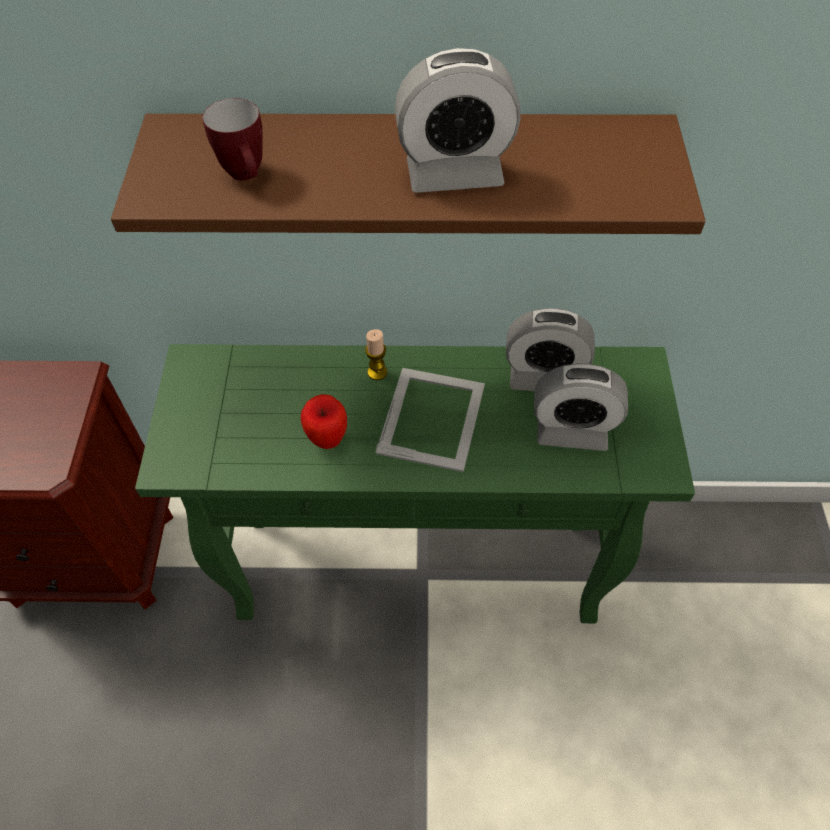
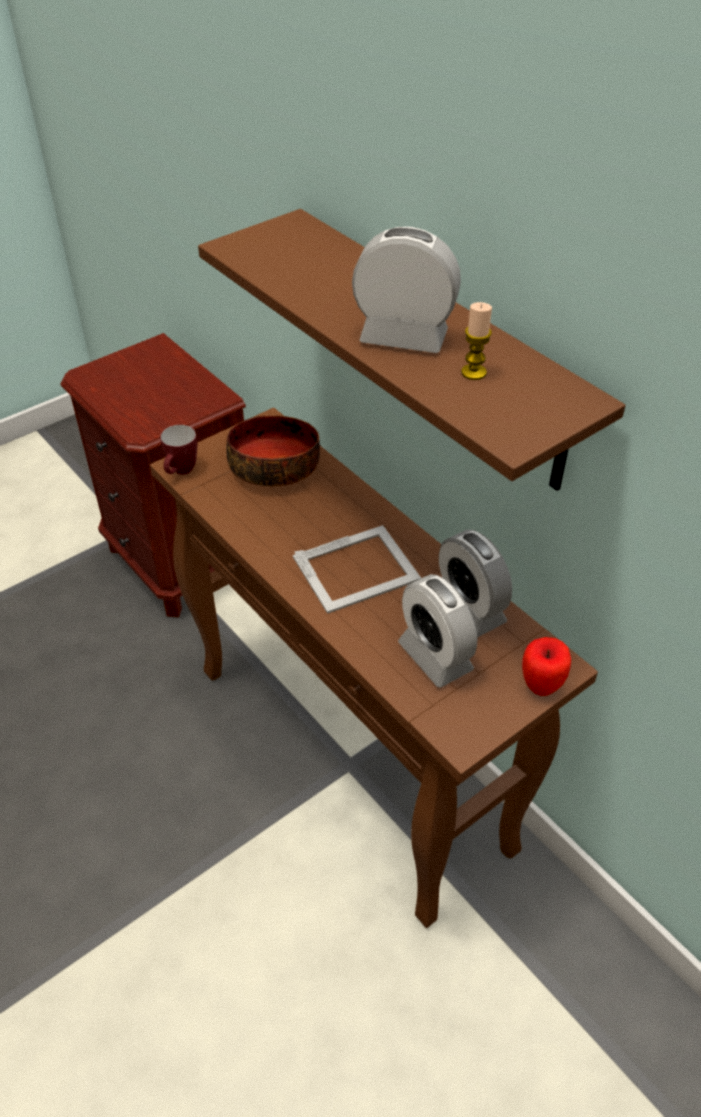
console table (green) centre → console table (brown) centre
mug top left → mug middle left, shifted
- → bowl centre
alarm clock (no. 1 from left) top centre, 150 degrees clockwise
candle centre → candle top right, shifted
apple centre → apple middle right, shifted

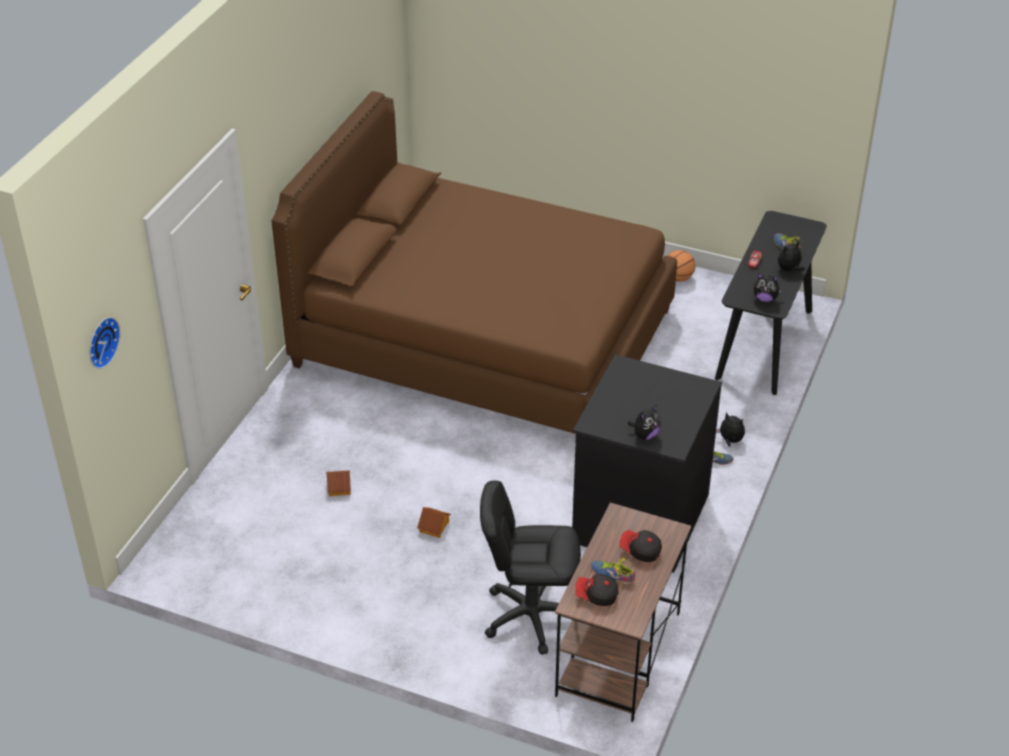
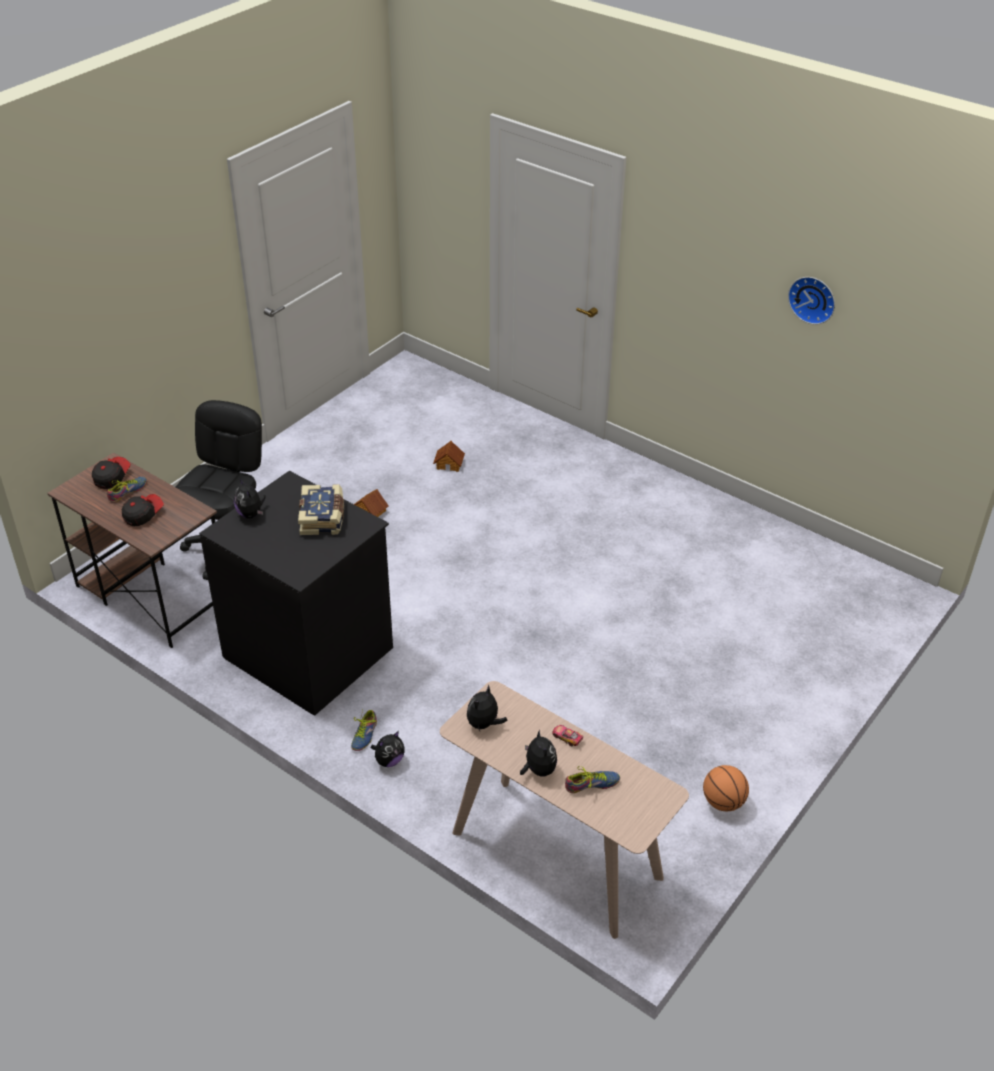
- → book middle left
console table (black) middle right → console table (beige) bottom centre
wall clock middle left → wall clock top right, shifted
bed (brown) centre → -

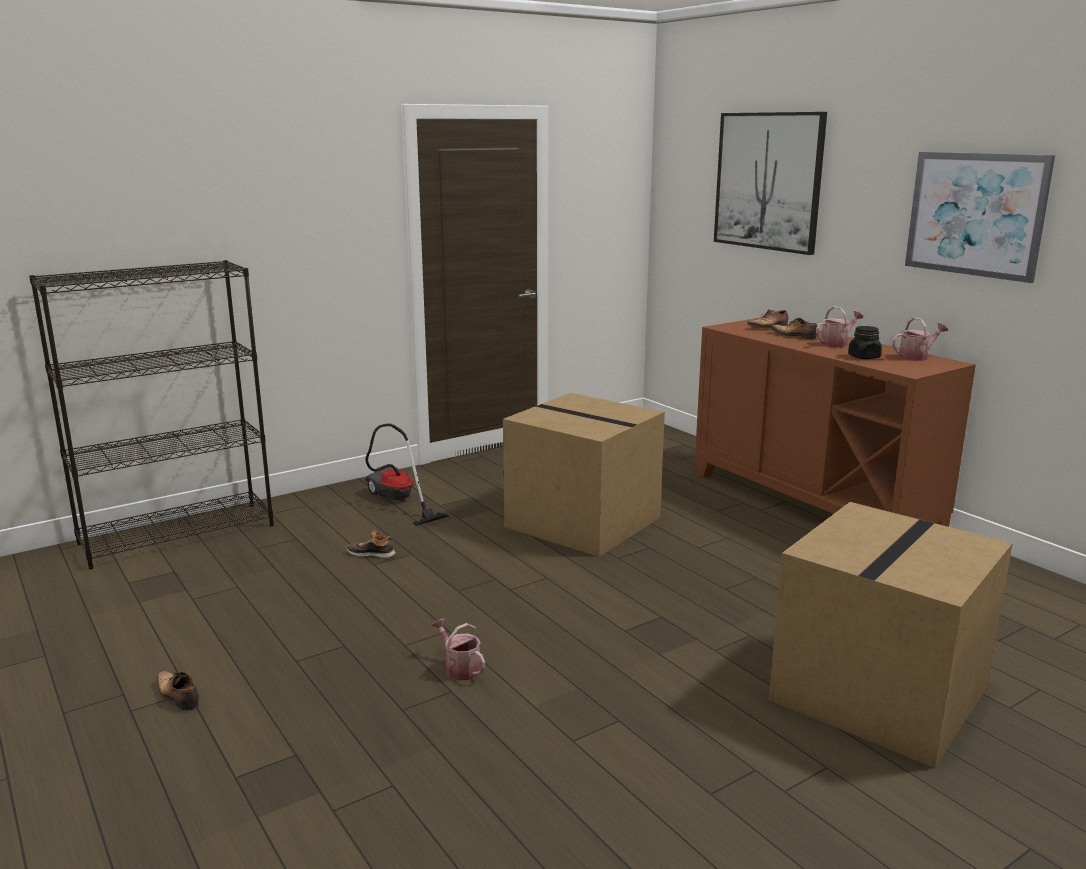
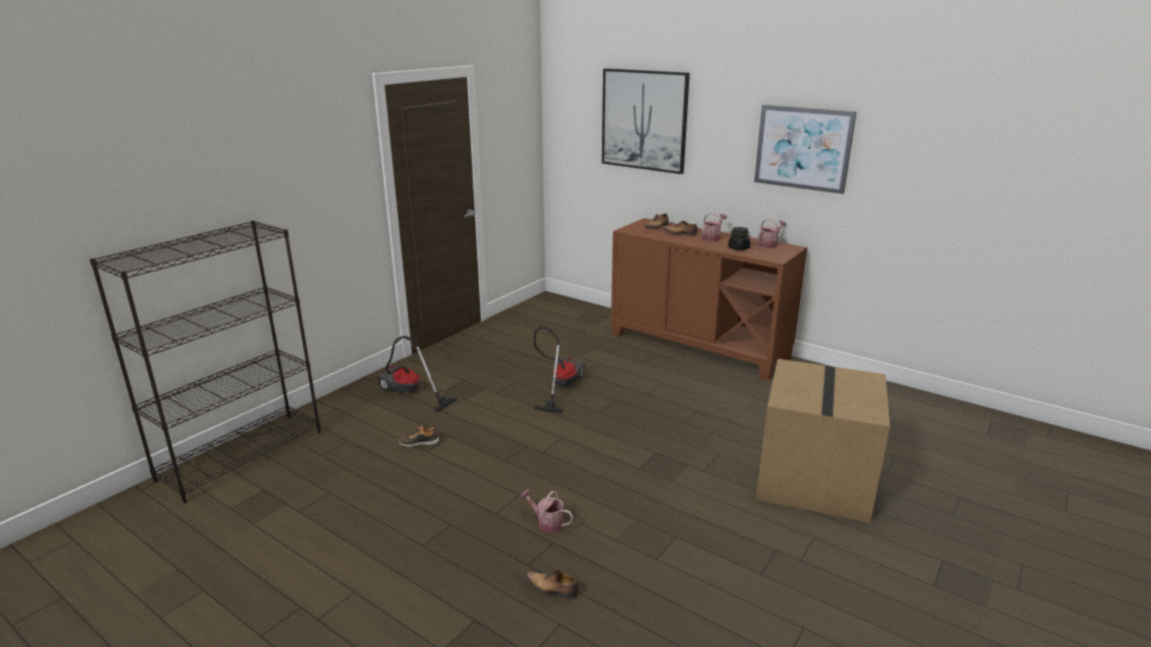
shoe (no. 1 from left in the first image) bottom left → shoe (no. 2 from left) bottom centre, shifted
cardboard box (no. 1 from left) centre → vacuum cleaner (no. 2 from left) centre

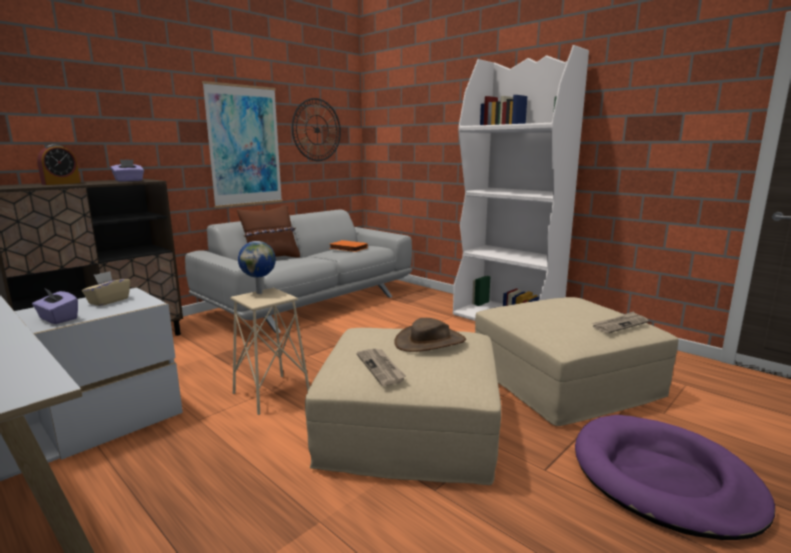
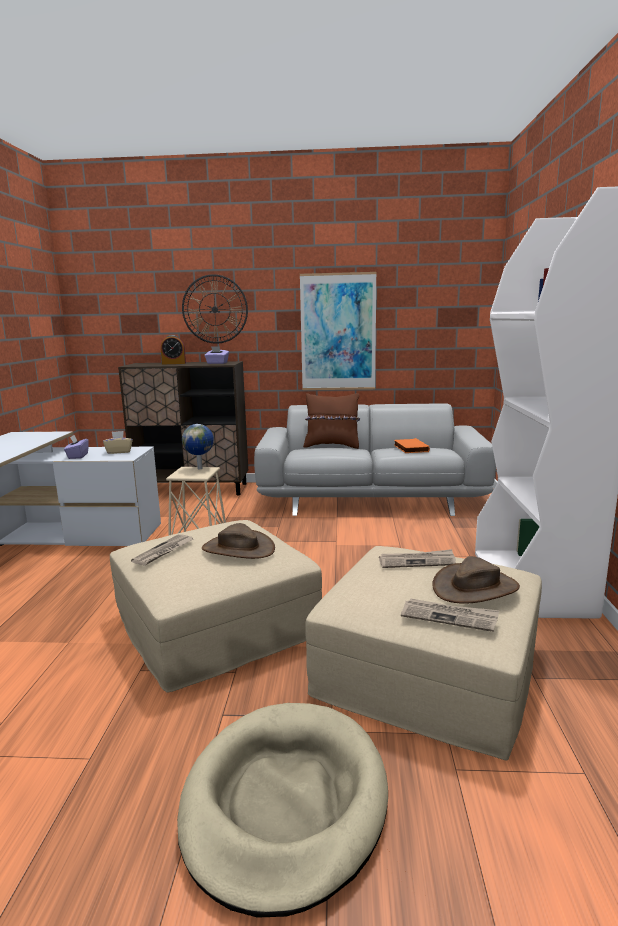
dog bed (purple) bottom right → dog bed (beige) bottom centre
wall clock top centre → wall clock centre, shifted
- → newspaper (no. 2 from left) middle right
- → hat (brown) (no. 2 from left) middle right

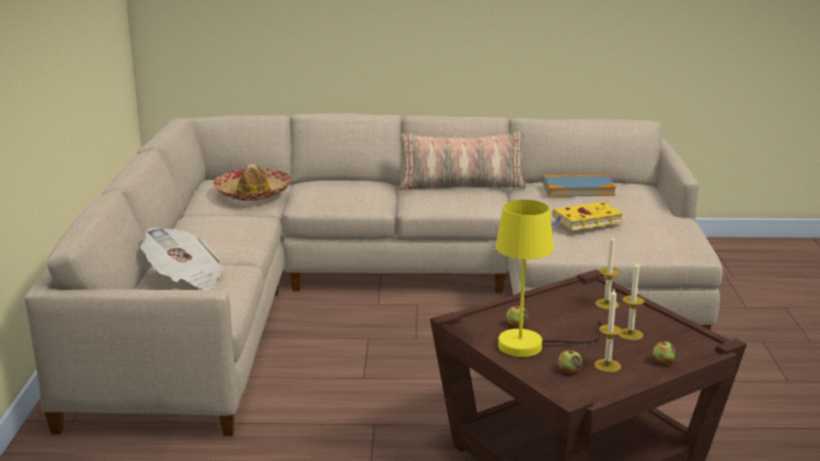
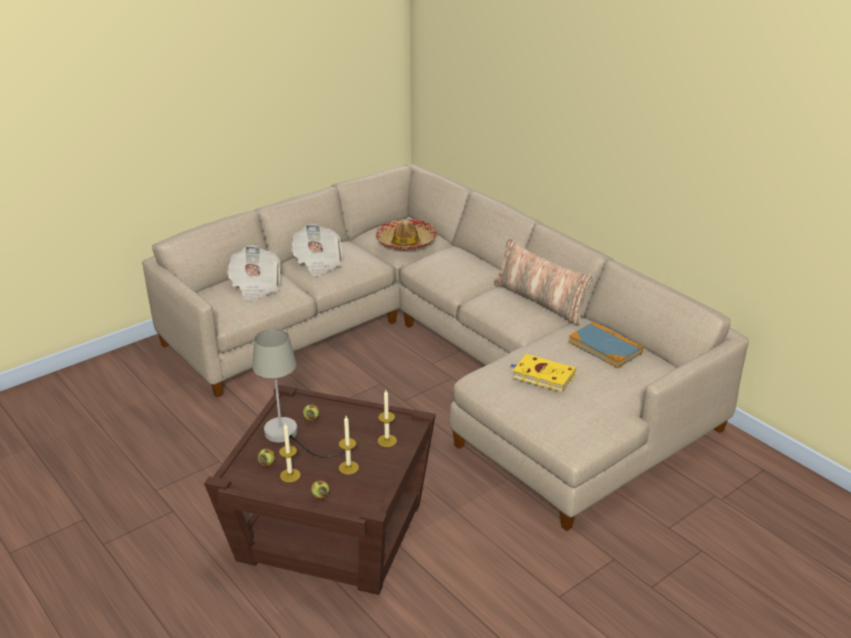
table lamp (yellow) middle right → table lamp (grey) centre
- → newspaper (no. 2 from left) centre

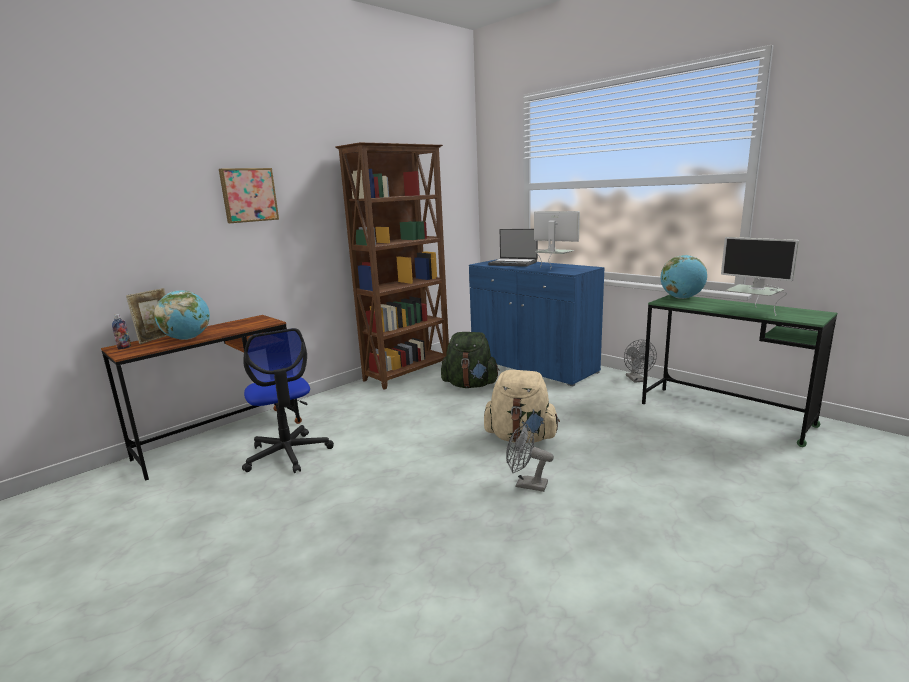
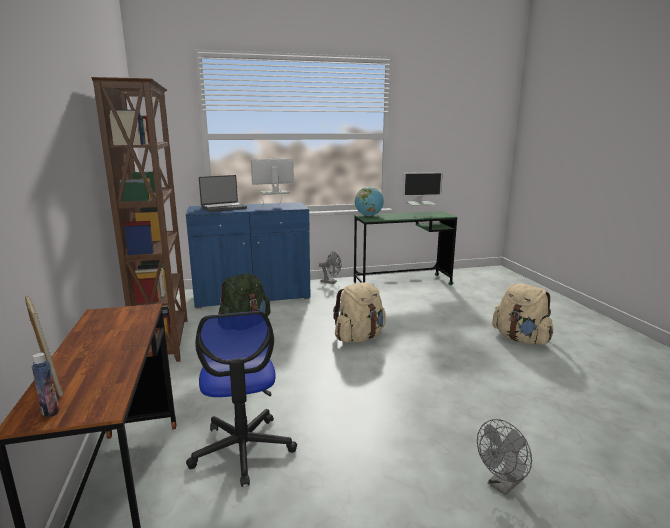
office chair middle left → office chair bottom centre, 75 degrees clockwise
fan (grey) (no. 1 from left in the first image) bottom centre → fan (grey) (no. 2 from left) bottom right, shifted
- → backpack (beige) (no. 2 from left) middle right
globe (no. 1 from left) middle left → -
picture top left → -

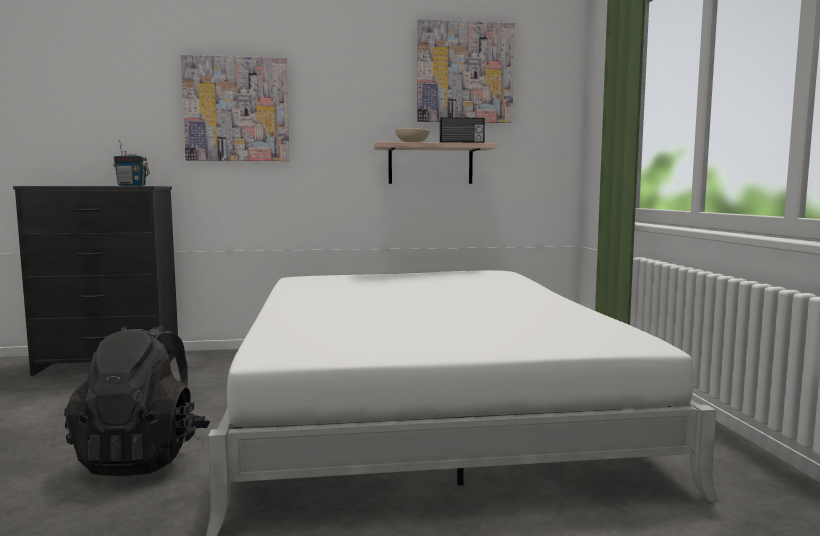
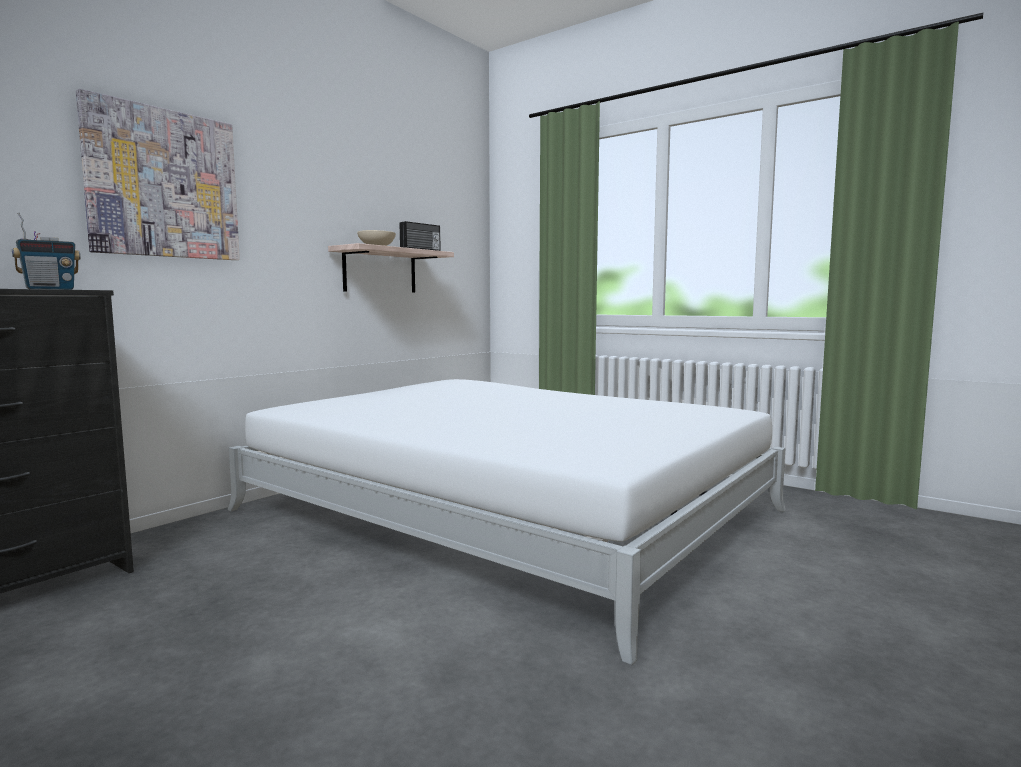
backpack (black) bottom left → -
picture (no. 2 from left) top centre → -

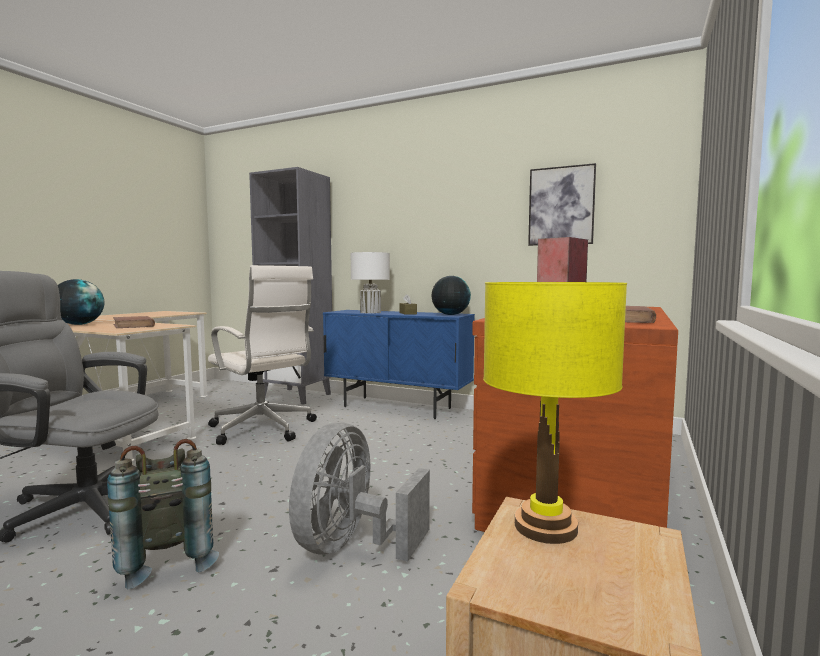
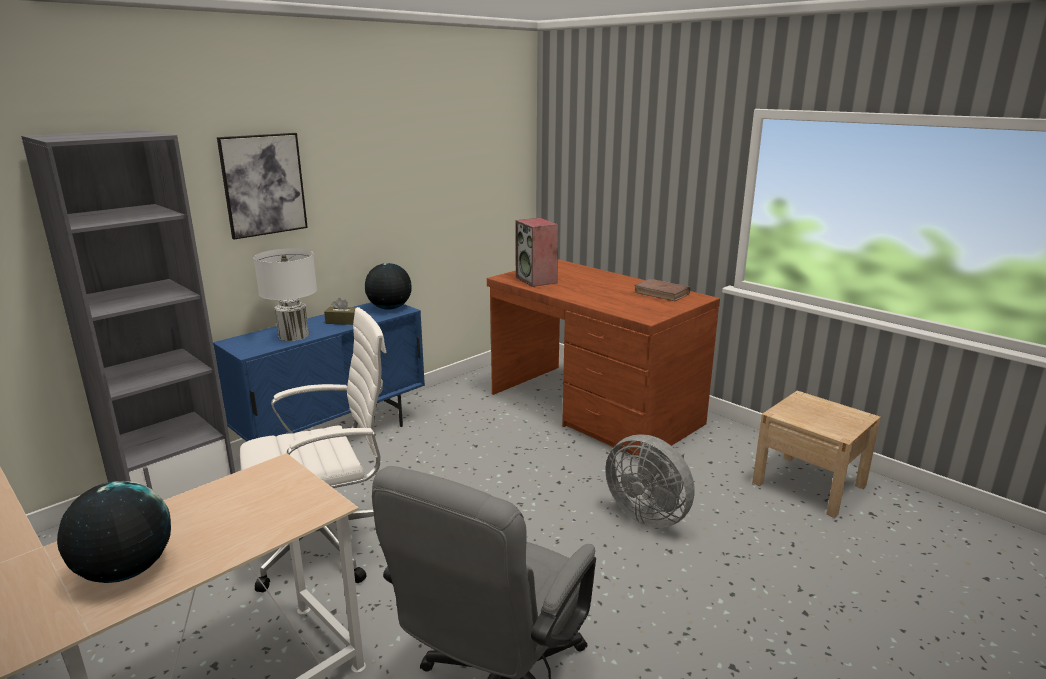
picture top right → picture top left, shifted
backpack (grey) bottom left → -
book (brown) (no. 1 from left) middle left → -
table lamp (yellow) middle right → -

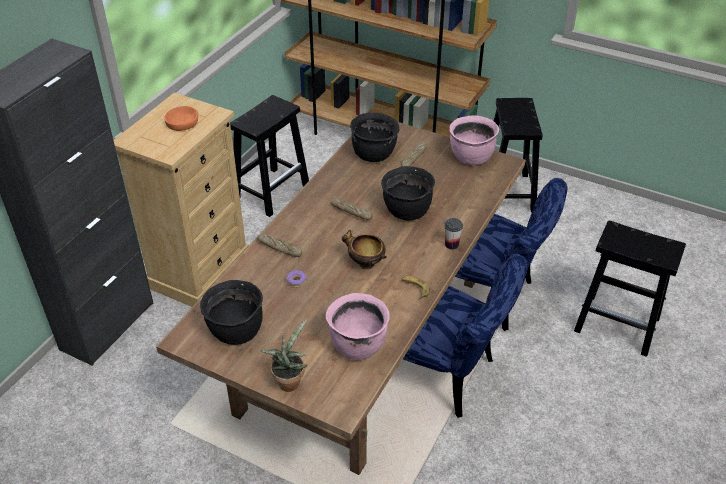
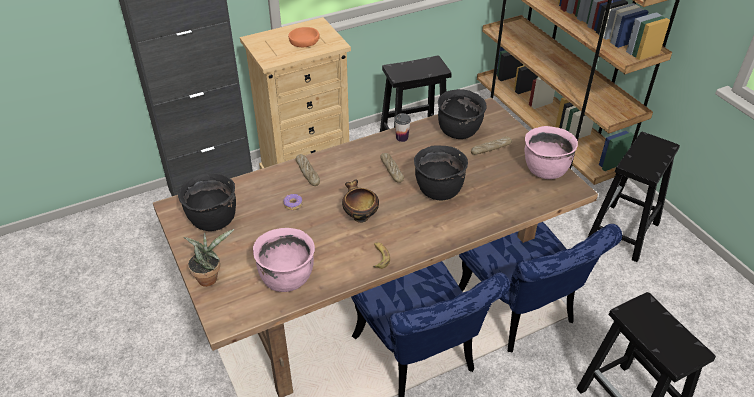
cup centre → cup top centre, shifted

